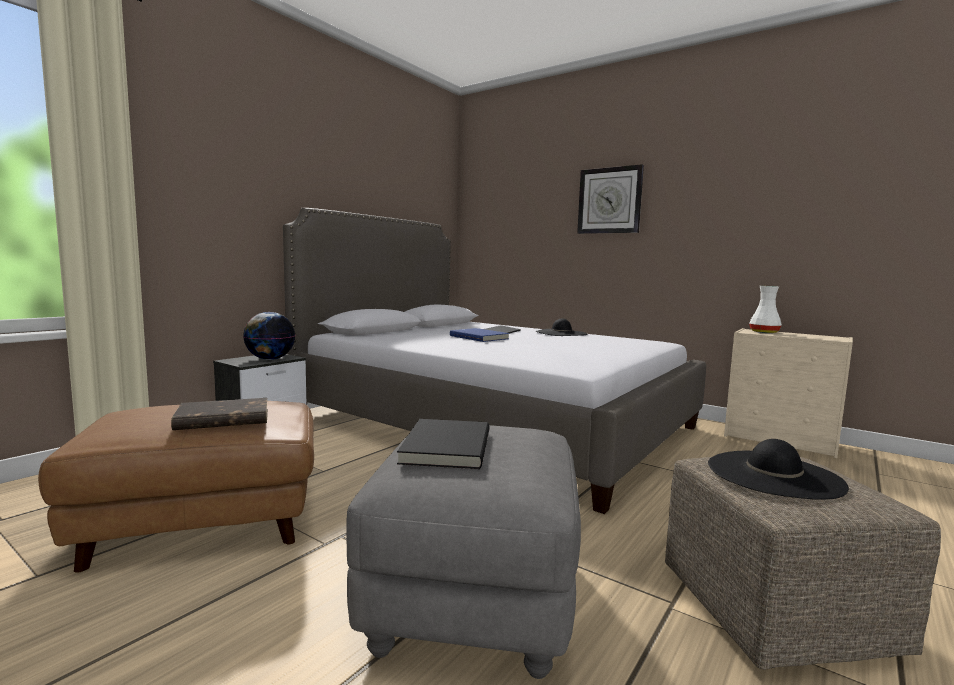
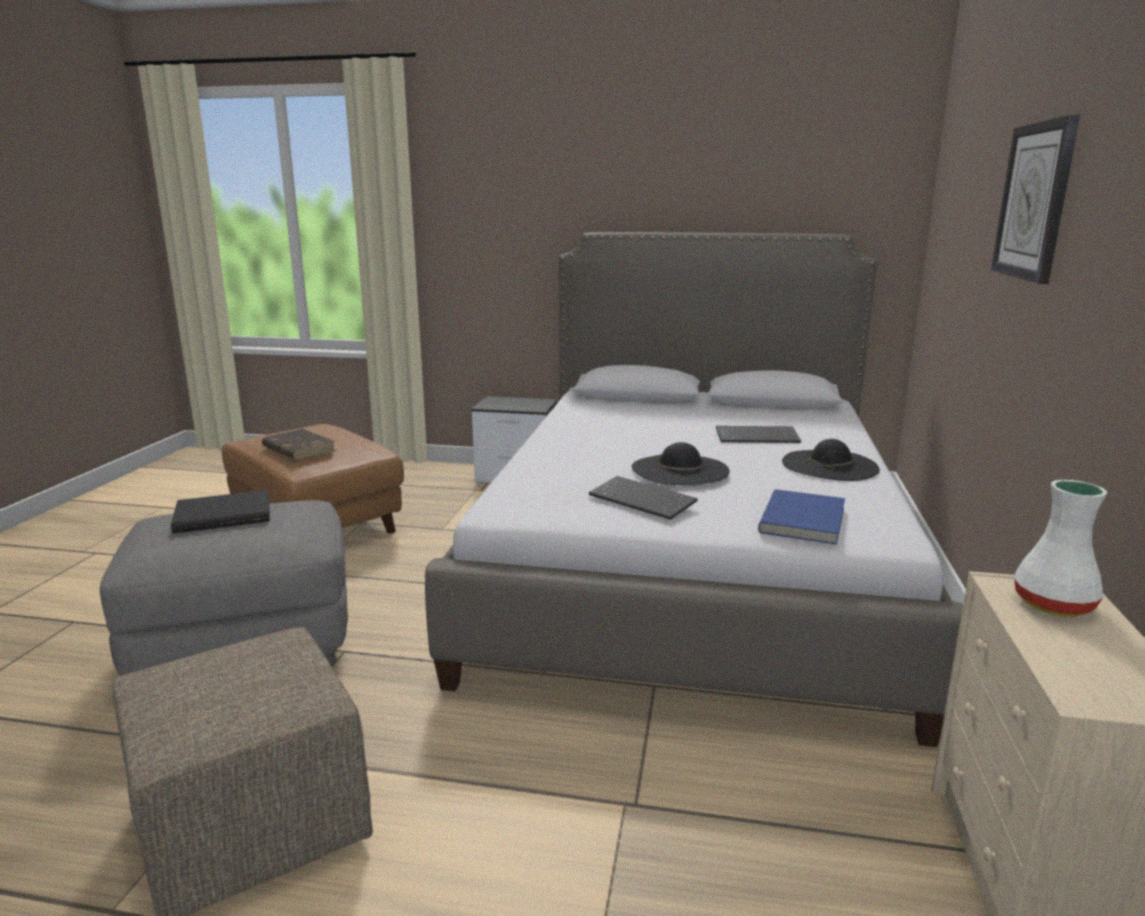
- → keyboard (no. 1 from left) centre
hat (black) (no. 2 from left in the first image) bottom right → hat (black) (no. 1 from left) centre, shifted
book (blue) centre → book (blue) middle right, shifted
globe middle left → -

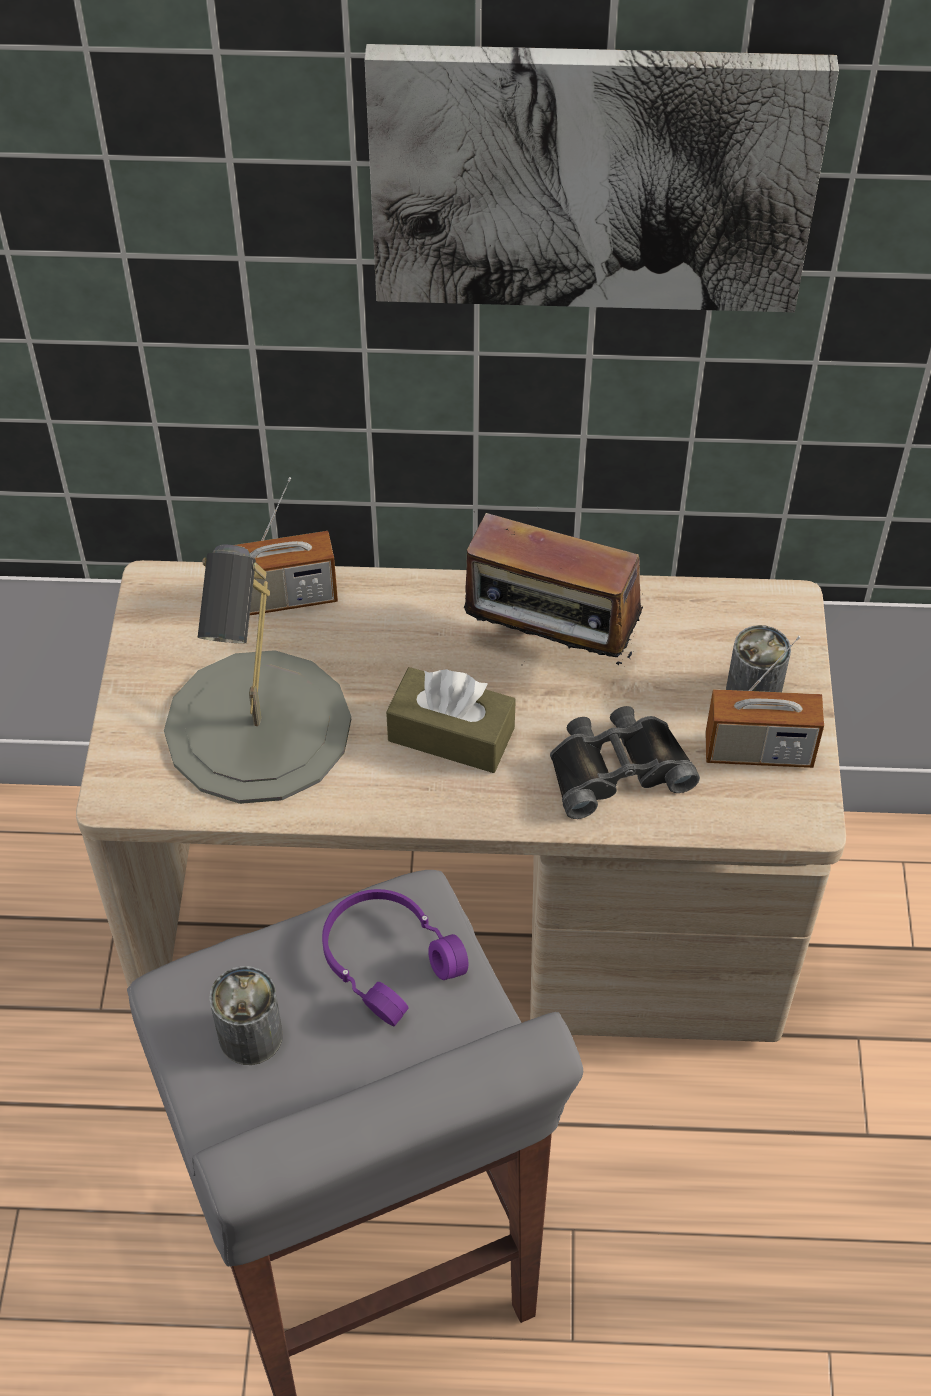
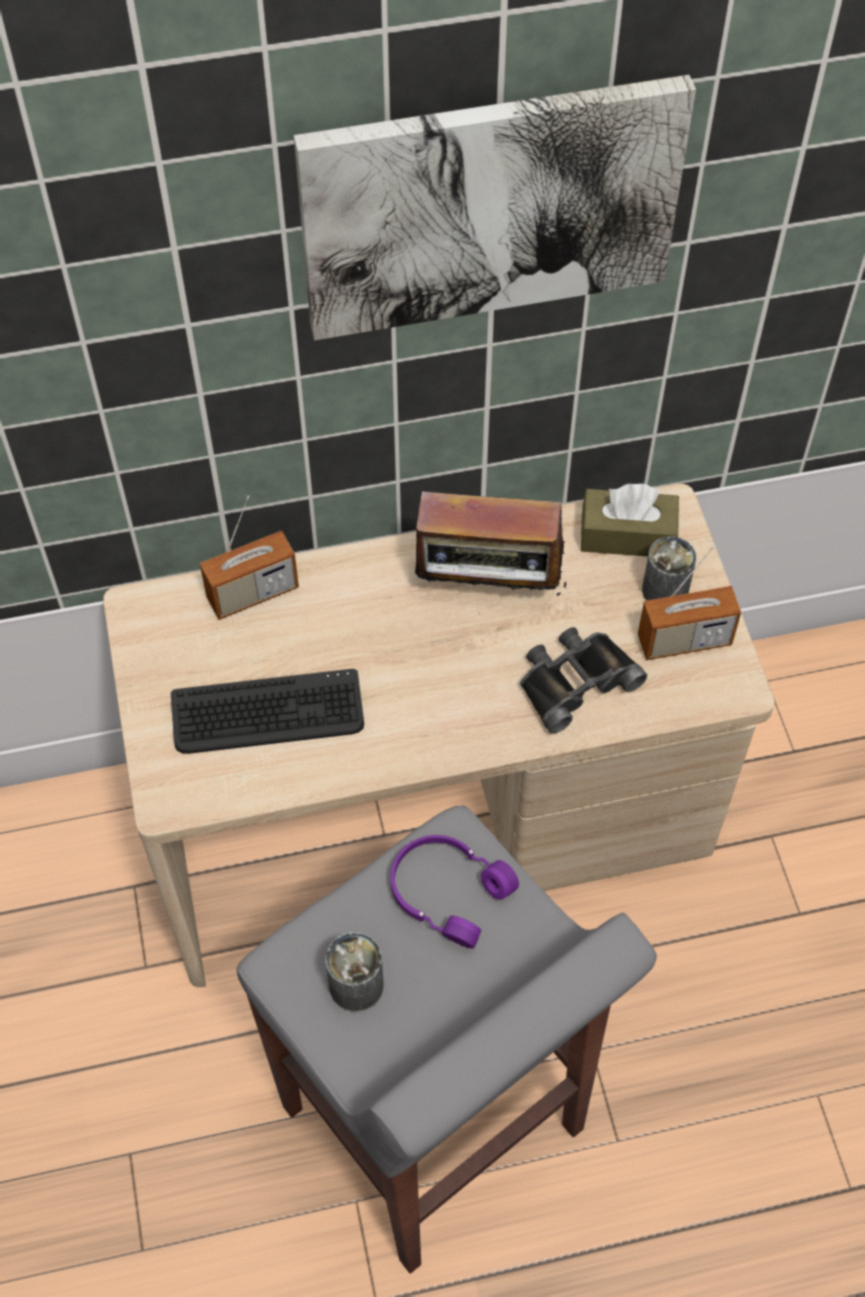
table lamp (grey) middle left → keyboard middle left
tissue box (brown) centre → tissue box (brown) middle right, shifted

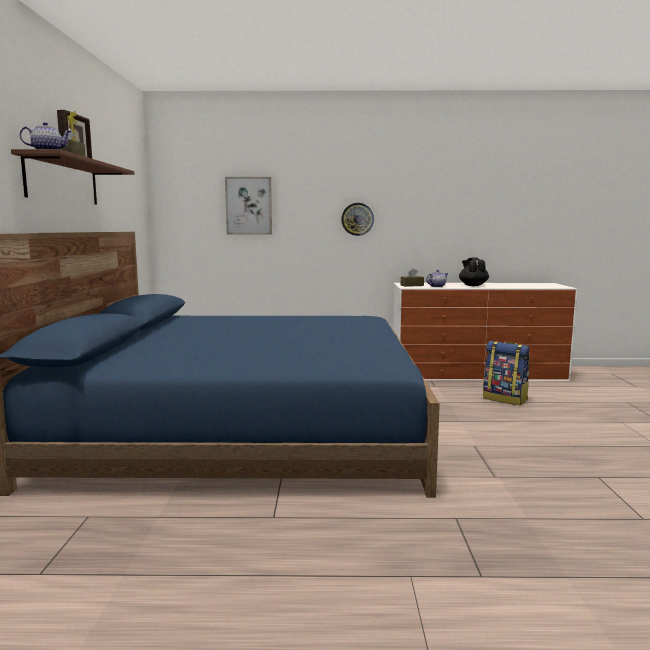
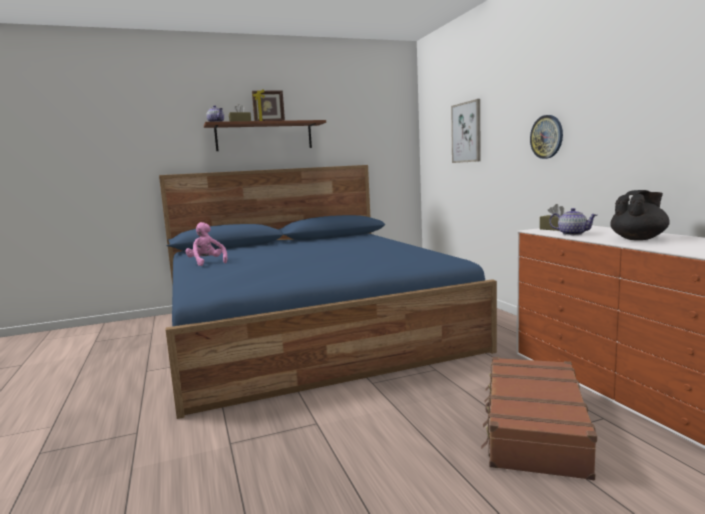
- → plush toy (pink) middle left
backpack middle right → suitcase (brown) bottom right

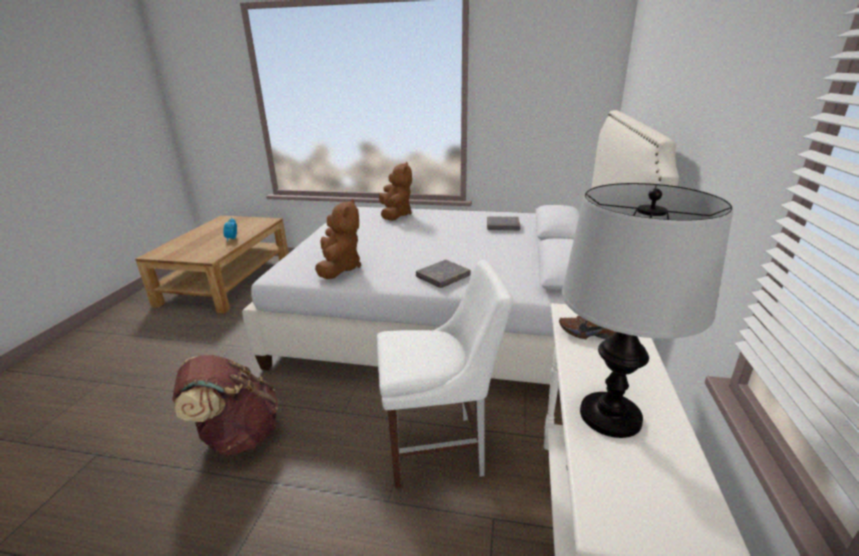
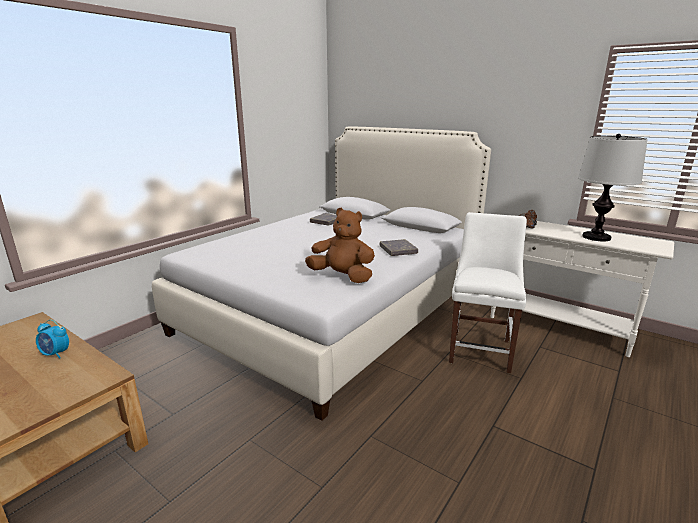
backpack (brown) bottom left → -
plush toy (brown) (no. 2 from left) centre → -

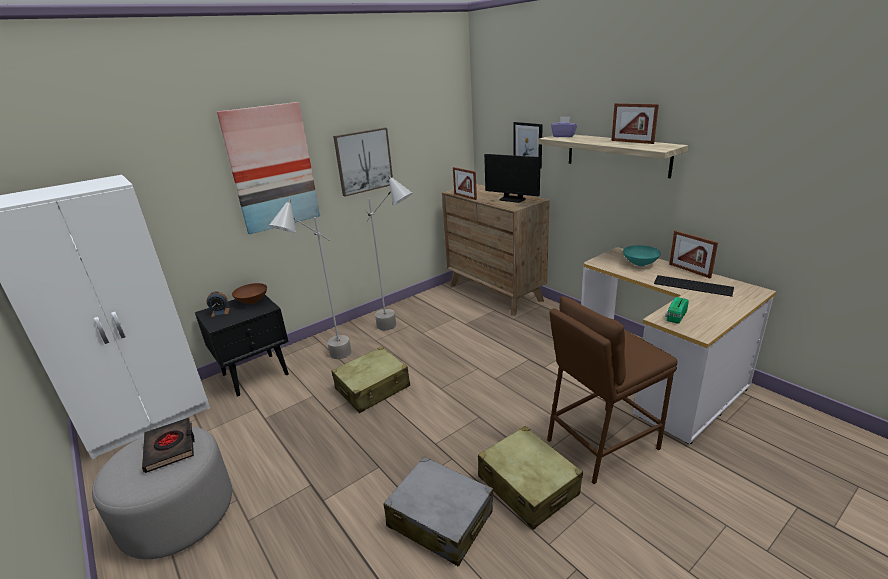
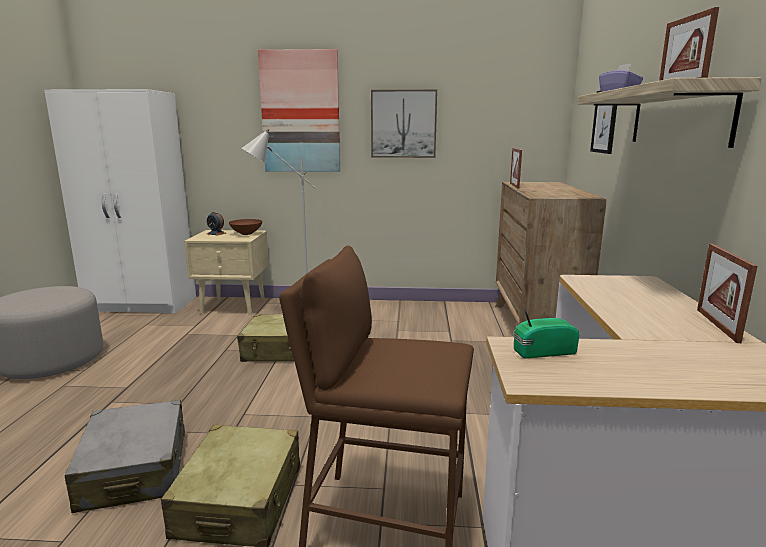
nightstand (black) middle left → nightstand (beige) middle left
book (black) bottom left → -
floor lamp (grey) (no. 2 from left) centre → -
monitor top centre → -
bowl (turquoise) middle right → -
keyboard middle right → -

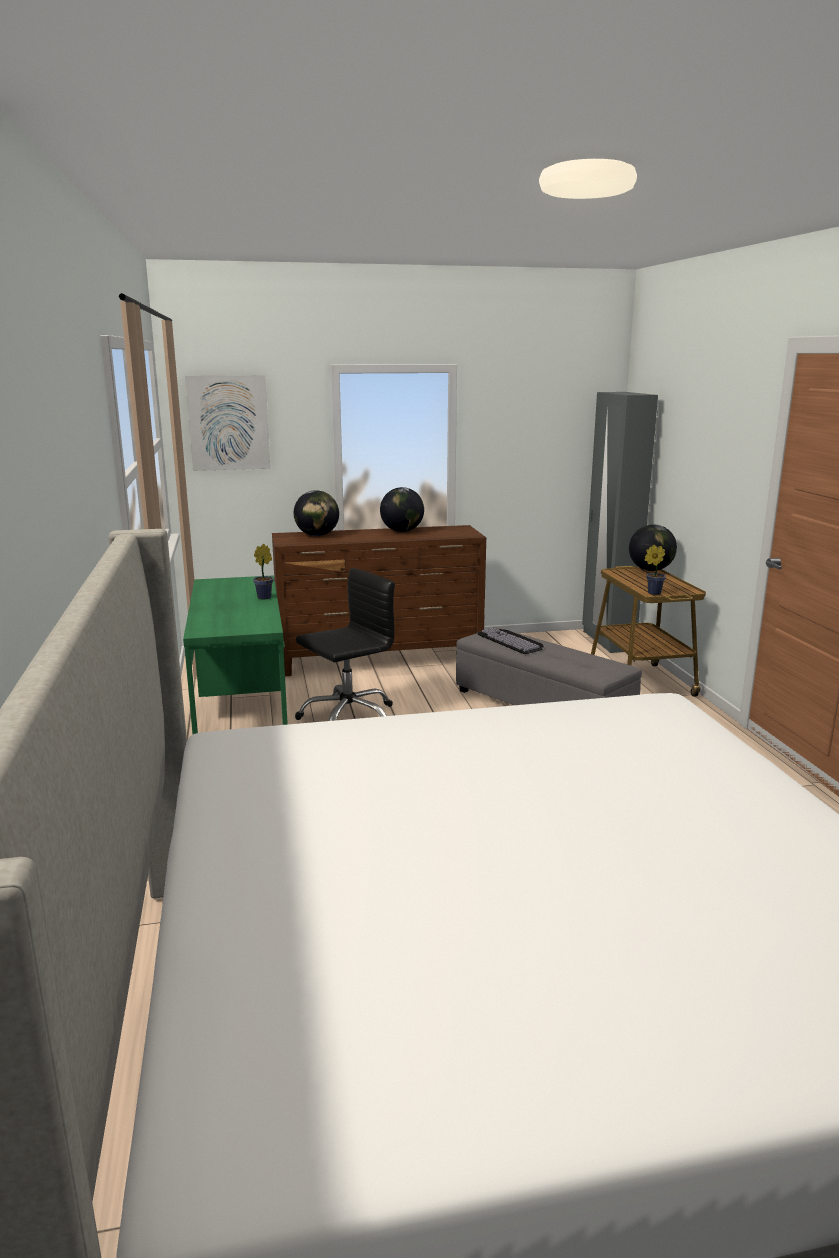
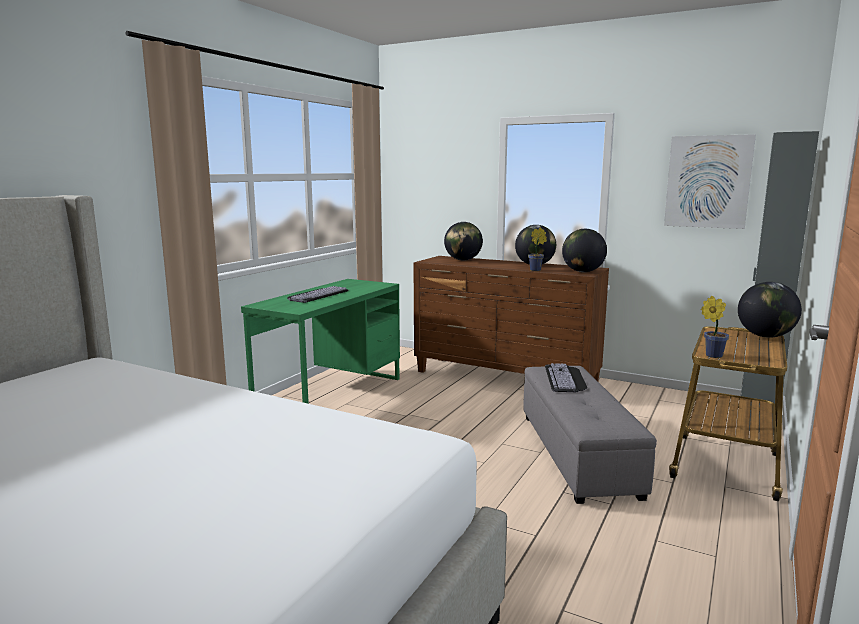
- → keyboard (no. 1 from left) centre
potted plant (no. 1 from left) middle left → potted plant (no. 1 from left) centre, shifted
- → globe (no. 3 from left) middle right
picture middle left → picture top right, shifted
office chair (black) centre → -

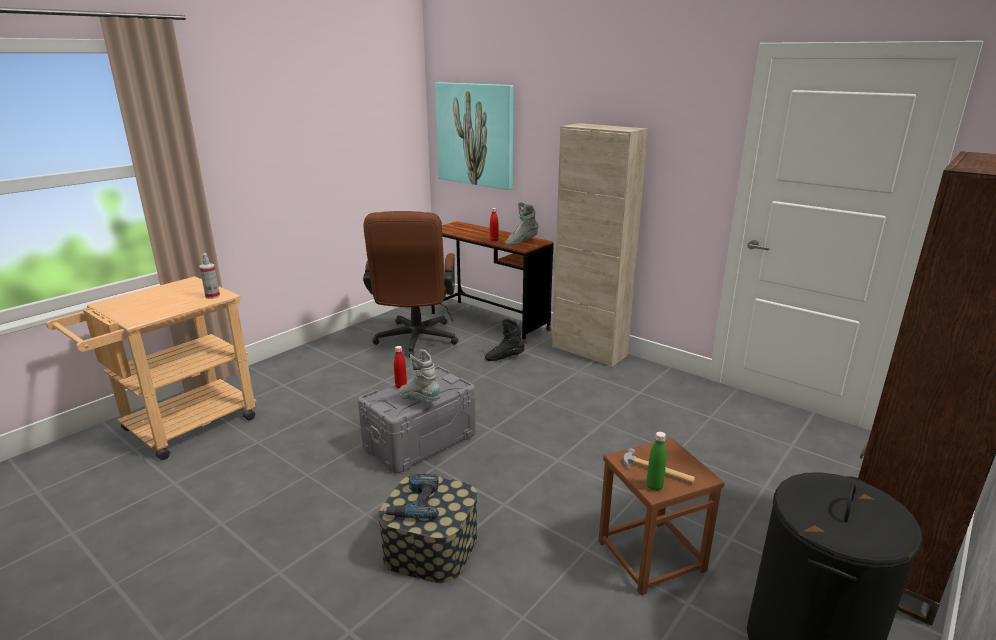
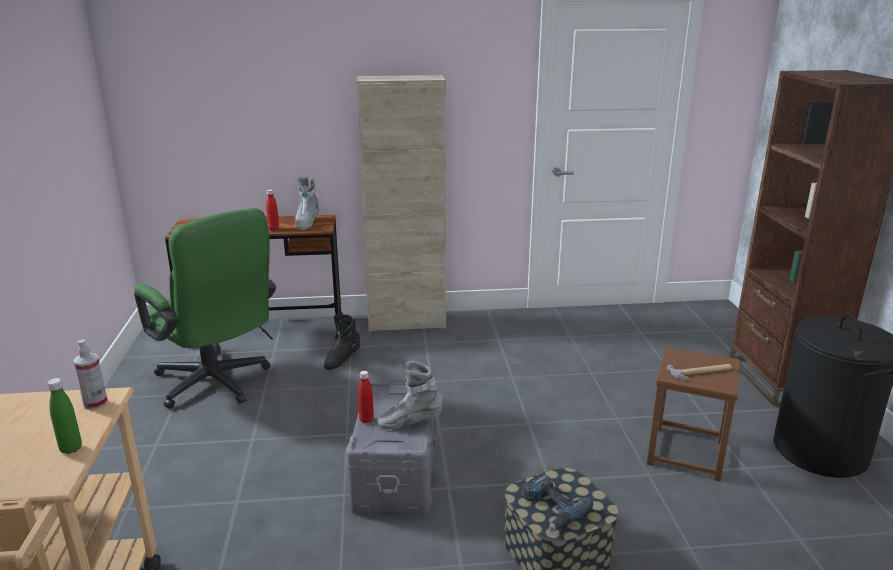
bottle (green) bottom centre → bottle (green) bottom left, shifted
office chair (brown) centre → office chair (green) middle left
picture top centre → -

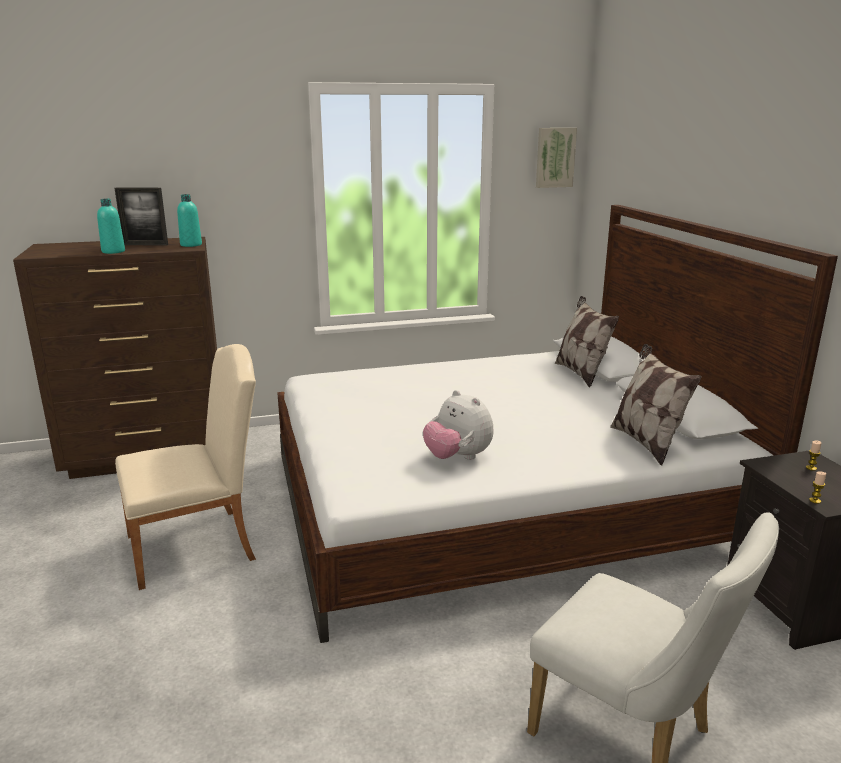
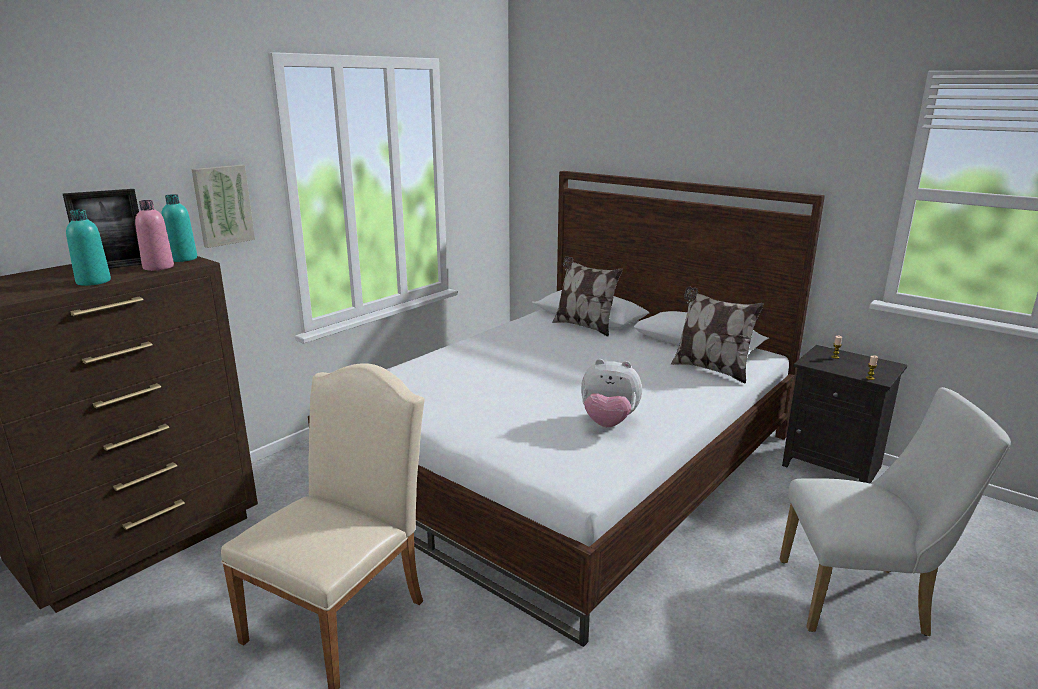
- → bottle (pink) middle left
picture top centre → picture top left, shifted

